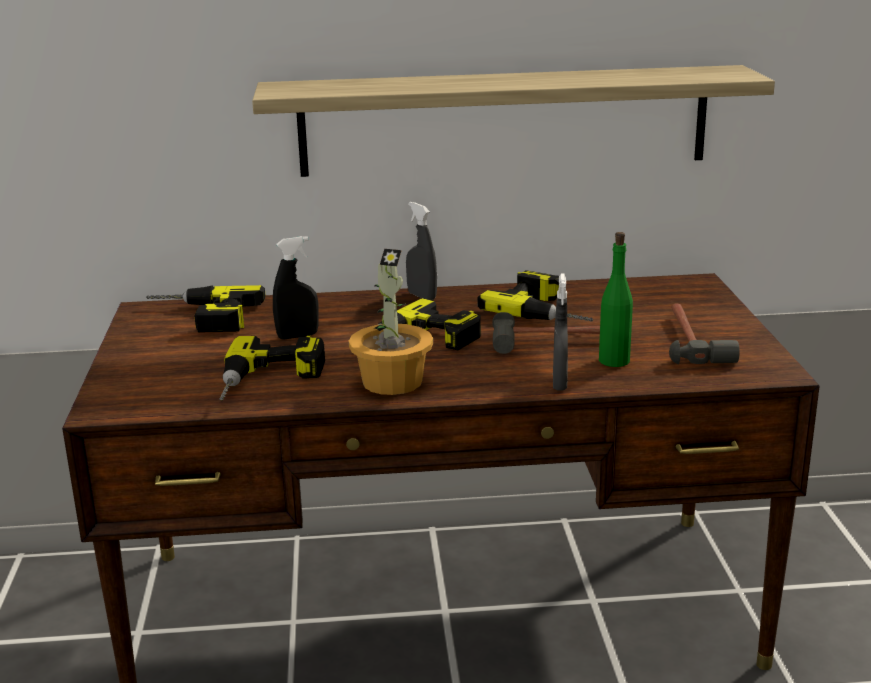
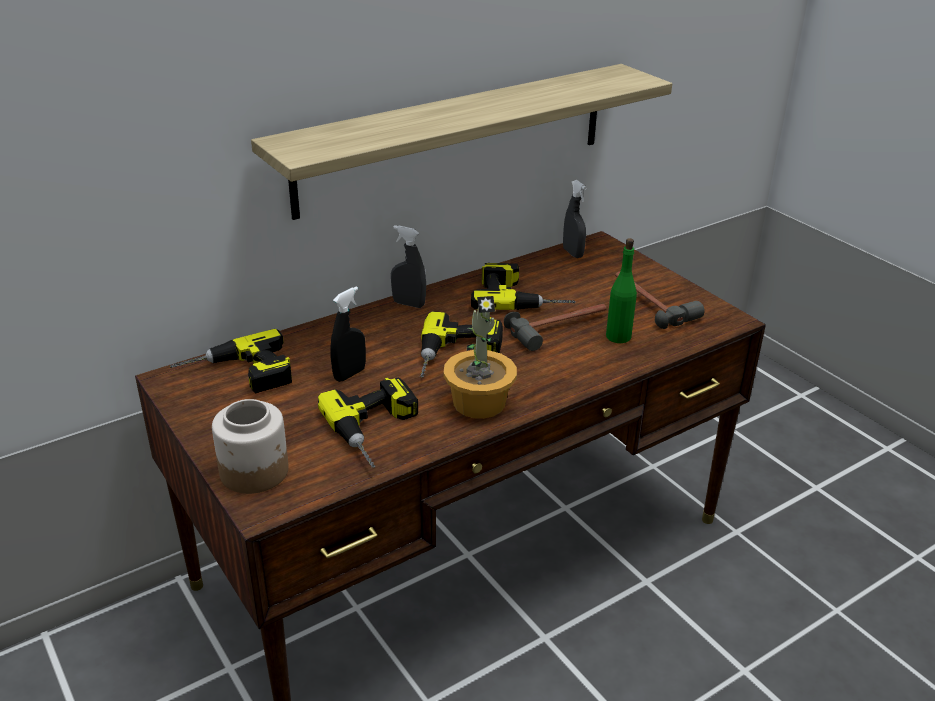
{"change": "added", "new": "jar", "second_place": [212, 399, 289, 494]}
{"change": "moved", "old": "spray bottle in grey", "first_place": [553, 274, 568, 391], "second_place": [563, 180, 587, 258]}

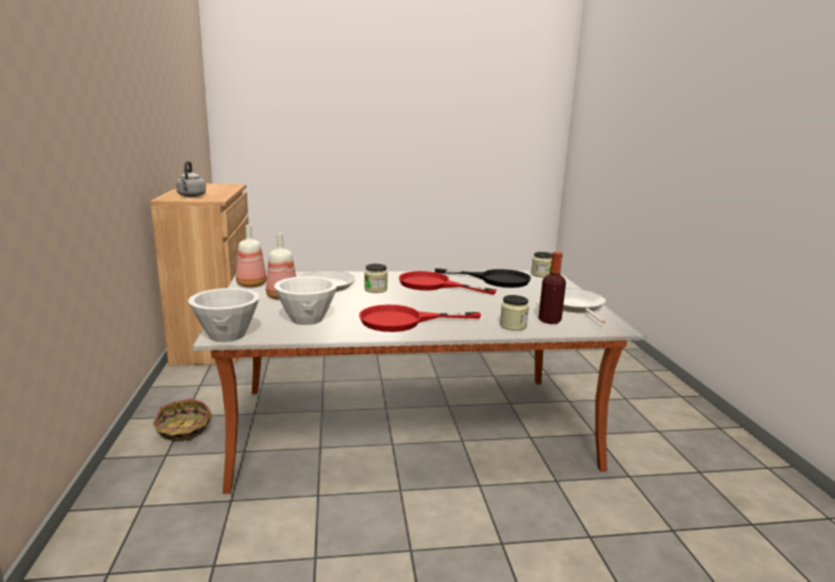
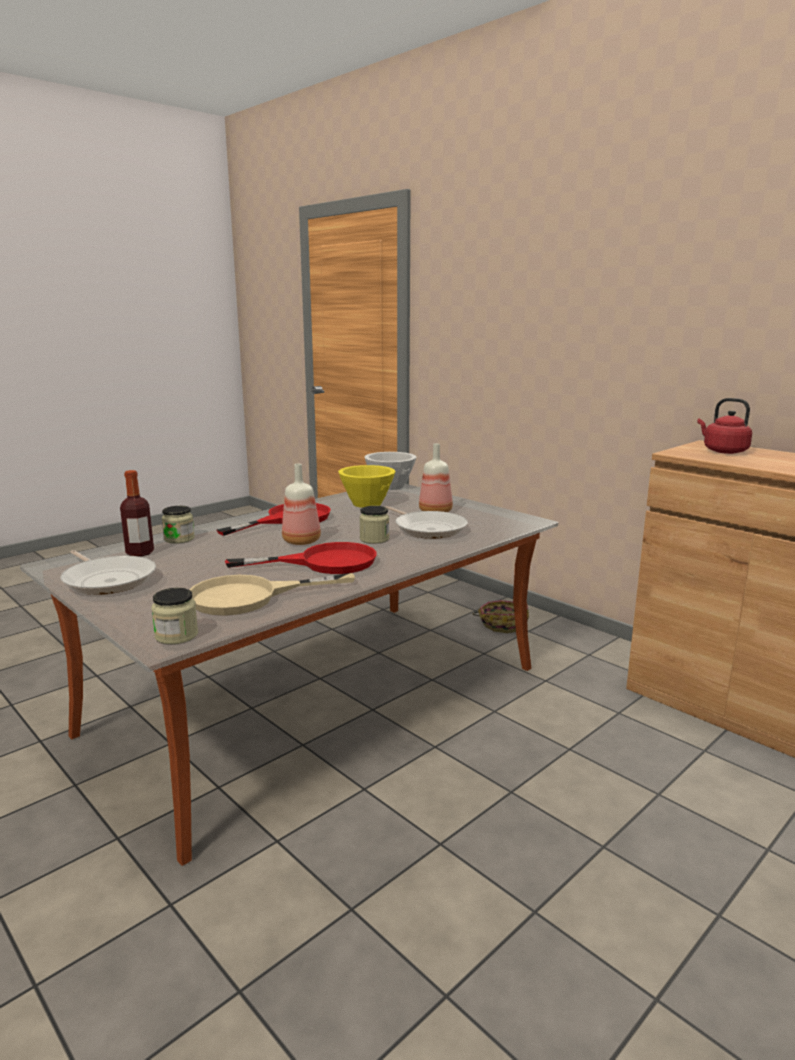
{"change": "moved", "old": "bottle", "first_place": [236, 225, 267, 287], "second_place": [282, 464, 321, 545]}
{"change": "recoloured", "old": "kettle in grey", "new": "kettle in red", "first_place": [176, 161, 206, 197], "second_place": [698, 398, 752, 454]}
{"change": "recoloured", "old": "bowl in white", "new": "bowl in yellow", "first_place": [274, 276, 338, 325], "second_place": [338, 465, 396, 508]}
{"change": "recoloured", "old": "frying pan in black", "new": "frying pan in beige", "first_place": [435, 268, 531, 288], "second_place": [189, 573, 355, 616]}

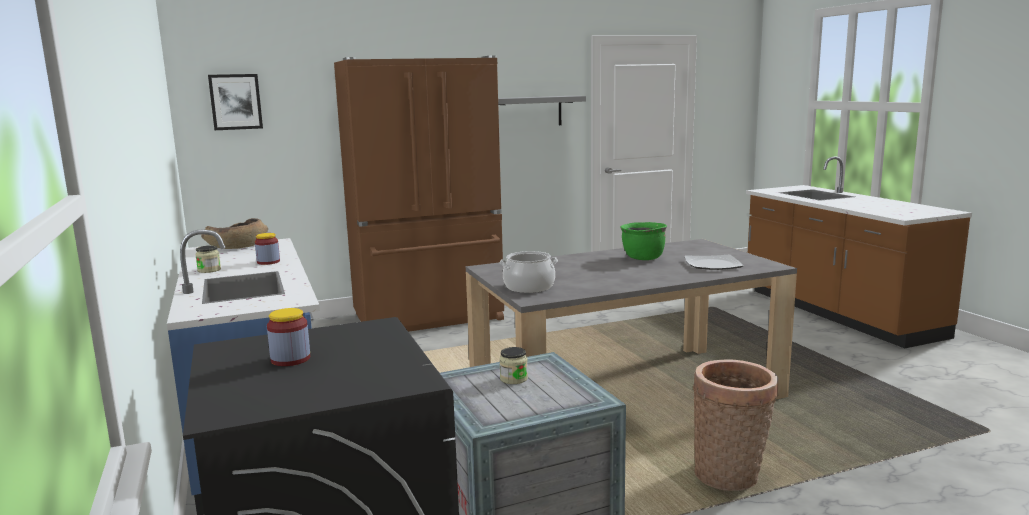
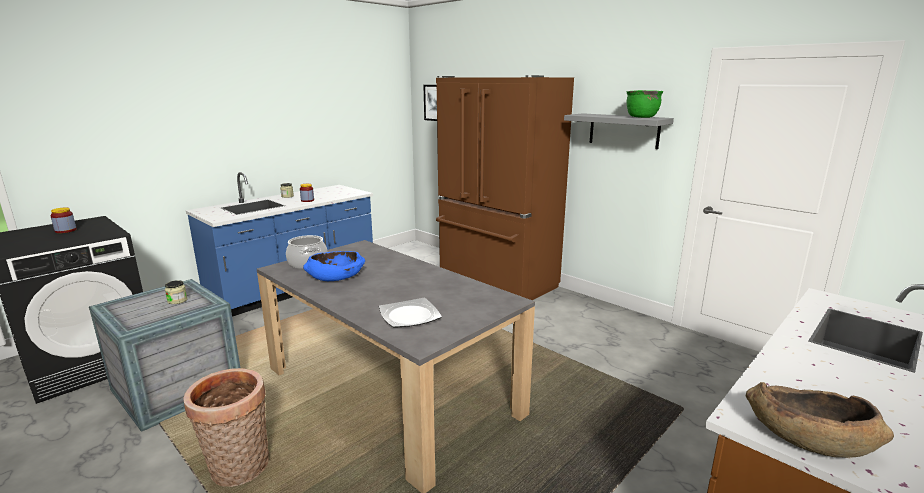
{"change": "added", "new": "bowl in blue", "second_place": [303, 251, 365, 281]}
{"change": "moved", "old": "bowl in brown", "first_place": [201, 218, 268, 249], "second_place": [746, 382, 894, 458]}
{"change": "moved", "old": "cooking pot in green", "first_place": [620, 222, 667, 260], "second_place": [626, 90, 663, 118]}

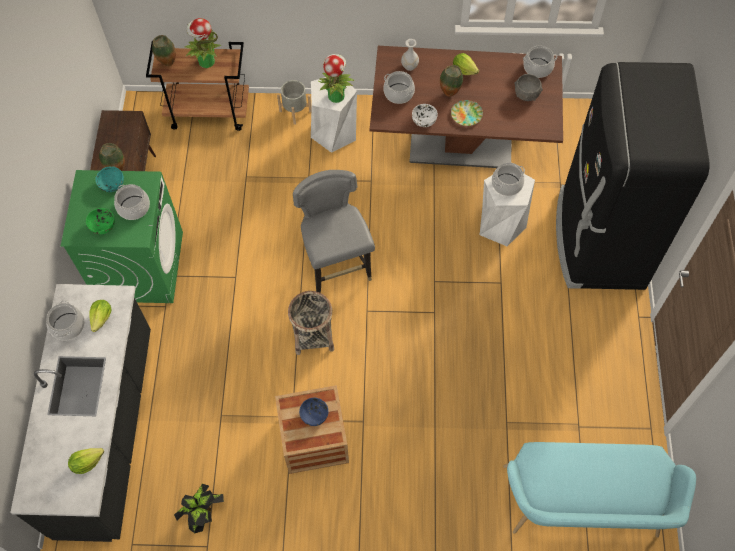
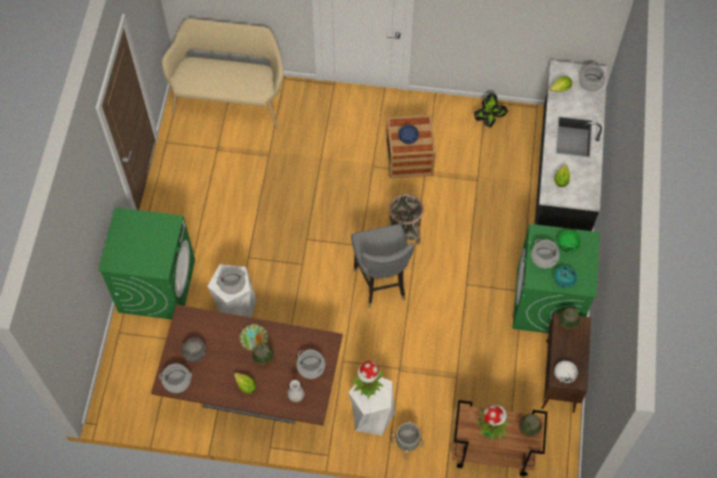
{"change": "moved", "old": "cooking pot", "first_place": [46, 300, 84, 340], "second_place": [579, 63, 605, 92]}
{"change": "moved", "old": "bowl in white", "first_place": [412, 104, 438, 127], "second_place": [554, 361, 578, 383]}
{"change": "replaced", "old": "fridge in black", "new": "washing machine in green", "first_place": [556, 62, 710, 290], "second_place": [98, 207, 195, 320]}
{"change": "recoloured", "old": "bench in turquoise", "new": "bench in beige", "first_place": [503, 442, 696, 538], "second_place": [162, 19, 284, 129]}

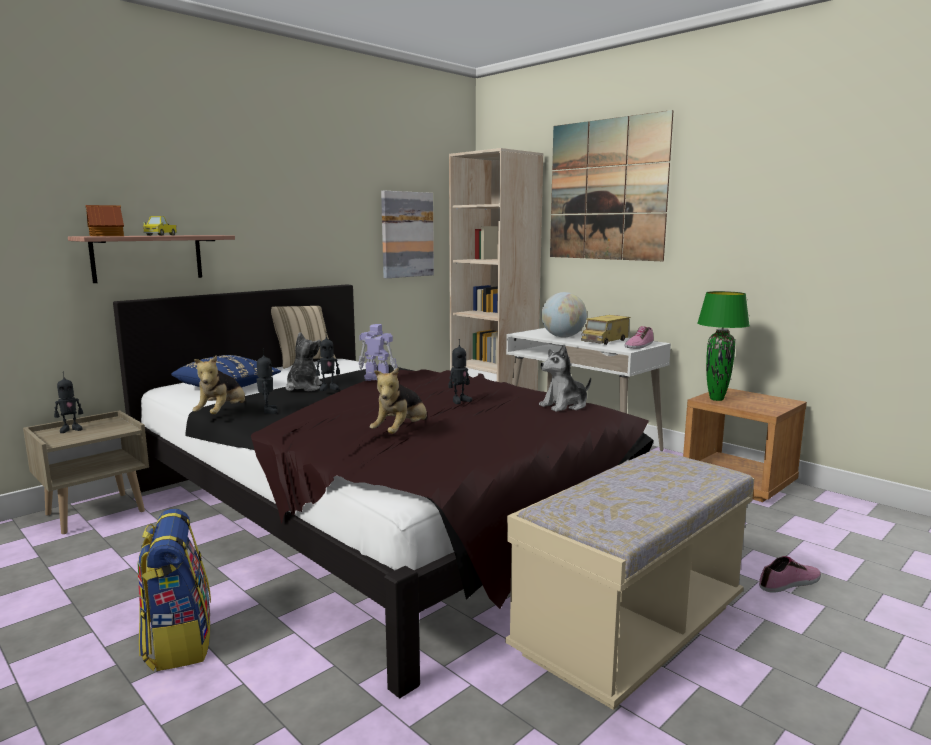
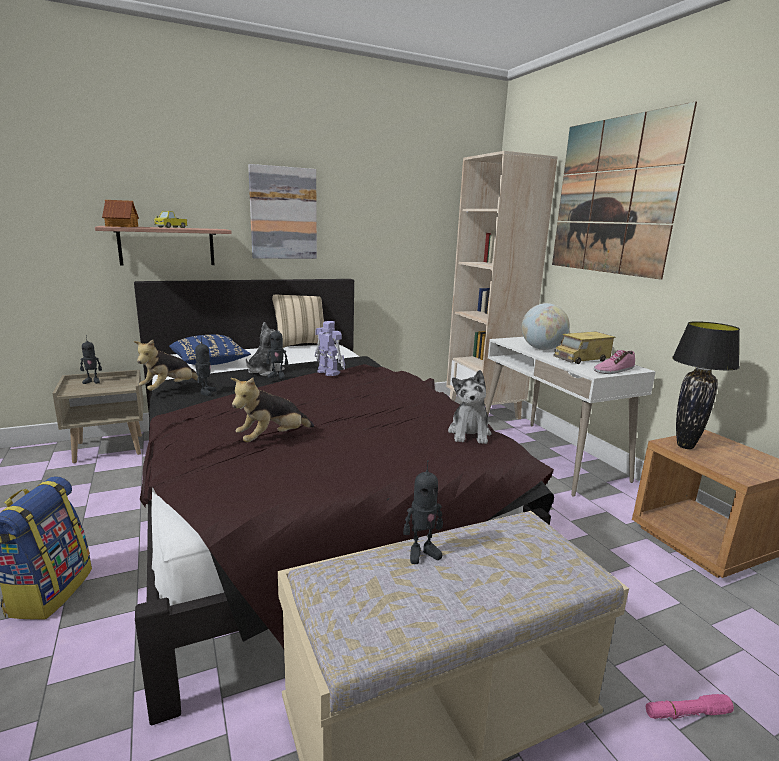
{"change": "moved", "old": "picture", "first_place": [381, 191, 434, 278], "second_place": [248, 164, 317, 259]}
{"change": "moved", "old": "toy robot", "first_place": [448, 339, 472, 404], "second_place": [403, 460, 443, 564]}
{"change": "replaced", "old": "shoe", "new": "flashlight in pink", "first_place": [759, 556, 821, 593], "second_place": [646, 694, 734, 719]}
{"change": "recoloured", "old": "table lamp in green", "new": "table lamp in black", "first_place": [697, 291, 750, 401], "second_place": [672, 321, 740, 449]}
{"change": "turned", "old": "plush toy", "first_place": [539, 345, 591, 412], "second_place": [448, 370, 491, 444], "degrees": -75}

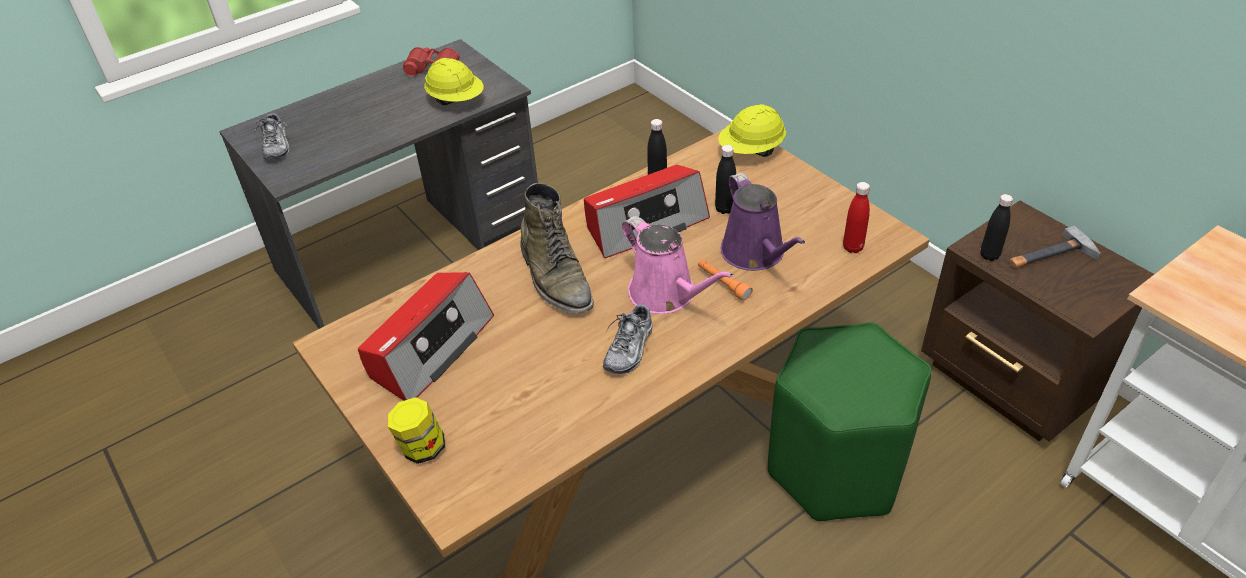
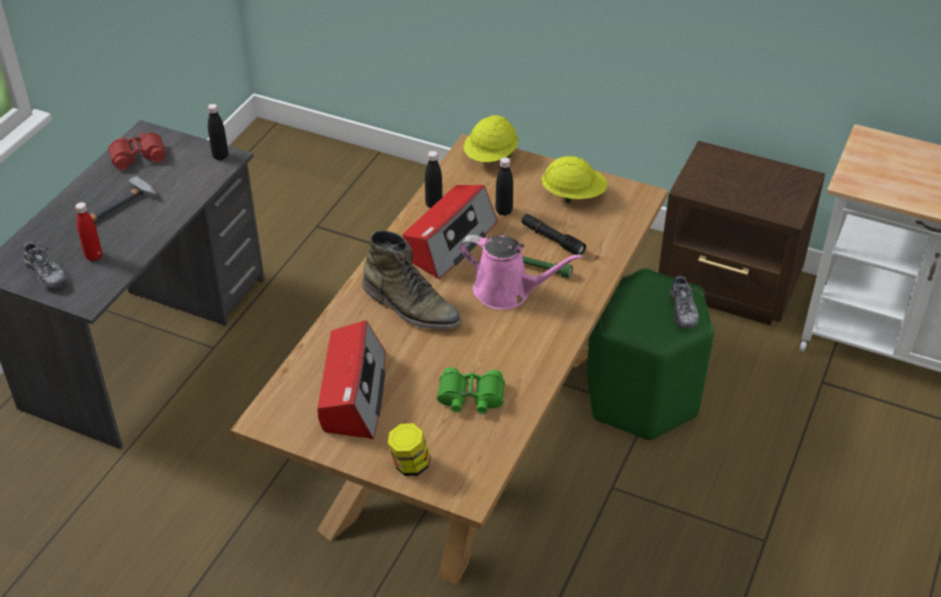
{"change": "added", "new": "binoculars in green", "second_place": [437, 367, 505, 414]}
{"change": "moved", "old": "hard hat in yellow", "first_place": [424, 58, 484, 105], "second_place": [542, 156, 608, 204]}
{"change": "moved", "old": "shoe", "first_place": [603, 304, 653, 374], "second_place": [668, 273, 703, 328]}
{"change": "moved", "old": "bottle in red", "first_place": [843, 182, 870, 253], "second_place": [75, 202, 102, 261]}
{"change": "moved", "old": "bottle in black", "first_place": [980, 194, 1013, 261], "second_place": [208, 104, 228, 160]}
{"change": "moved", "old": "hammer", "first_place": [1009, 226, 1101, 268], "second_place": [89, 176, 157, 221]}
{"change": "replaced", "old": "watering can in purple", "new": "flashlight in black", "first_place": [721, 173, 805, 271], "second_place": [521, 214, 586, 255]}
{"change": "recoloured", "old": "flashlight in orange", "new": "flashlight in green", "first_place": [698, 259, 753, 301], "second_place": [522, 256, 572, 278]}

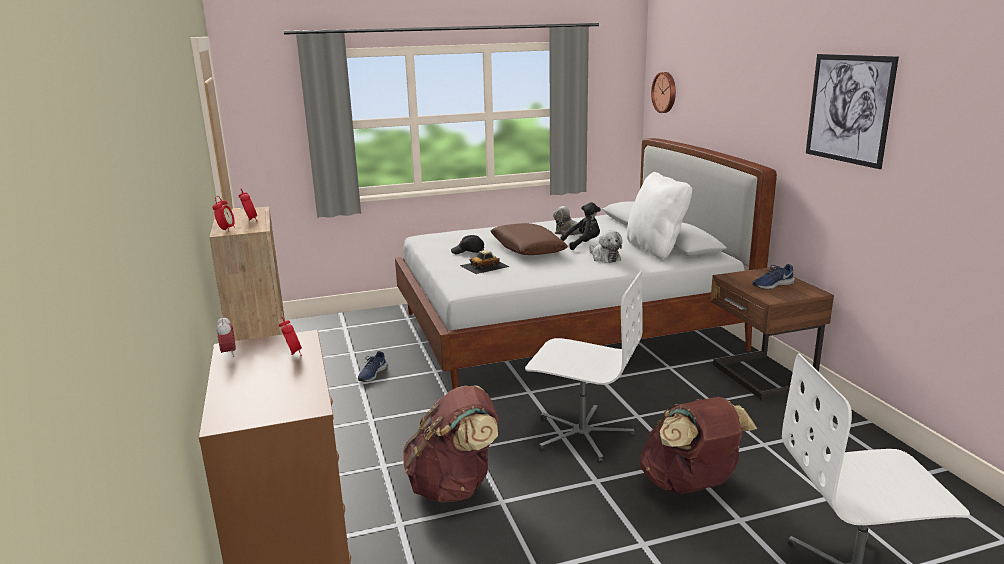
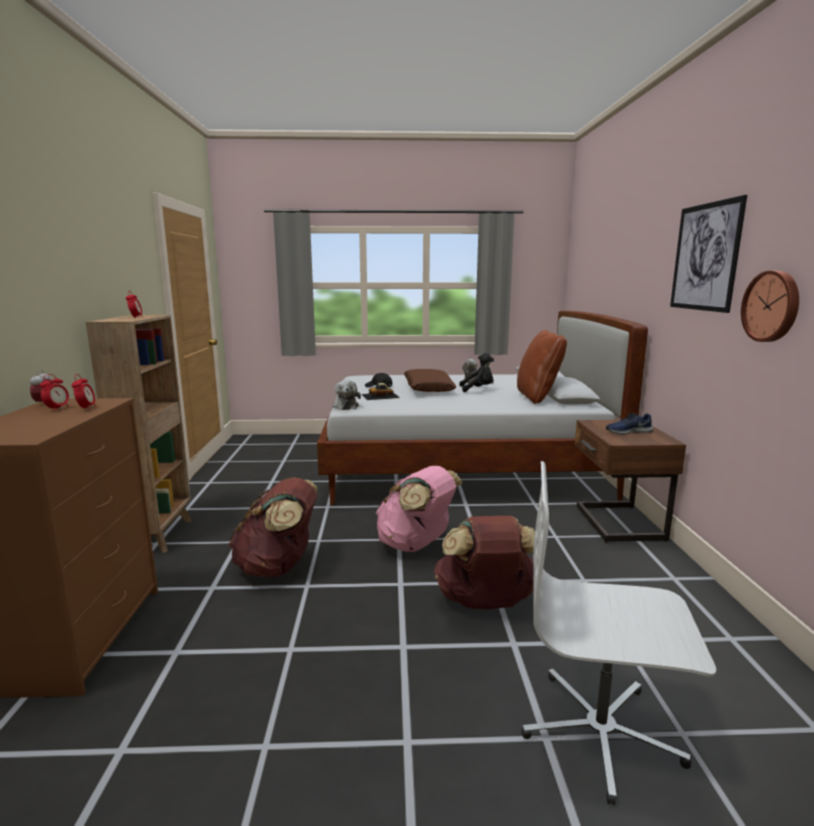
{"change": "removed", "old": "shoe in blue", "first_place": [358, 351, 387, 382]}
{"change": "moved", "old": "alarm clock", "first_place": [212, 196, 235, 232], "second_place": [40, 374, 69, 411]}
{"change": "moved", "old": "plush toy", "first_place": [589, 231, 623, 263], "second_place": [333, 380, 361, 410]}
{"change": "moved", "old": "wall clock", "first_place": [651, 72, 676, 113], "second_place": [741, 271, 799, 342]}
{"change": "replaced", "old": "office chair in white", "new": "backpack in pink", "first_place": [525, 270, 643, 463], "second_place": [376, 466, 462, 552]}
{"change": "recoloured", "old": "pillow in white", "new": "pillow in brown", "first_place": [627, 172, 692, 260], "second_place": [517, 330, 567, 404]}

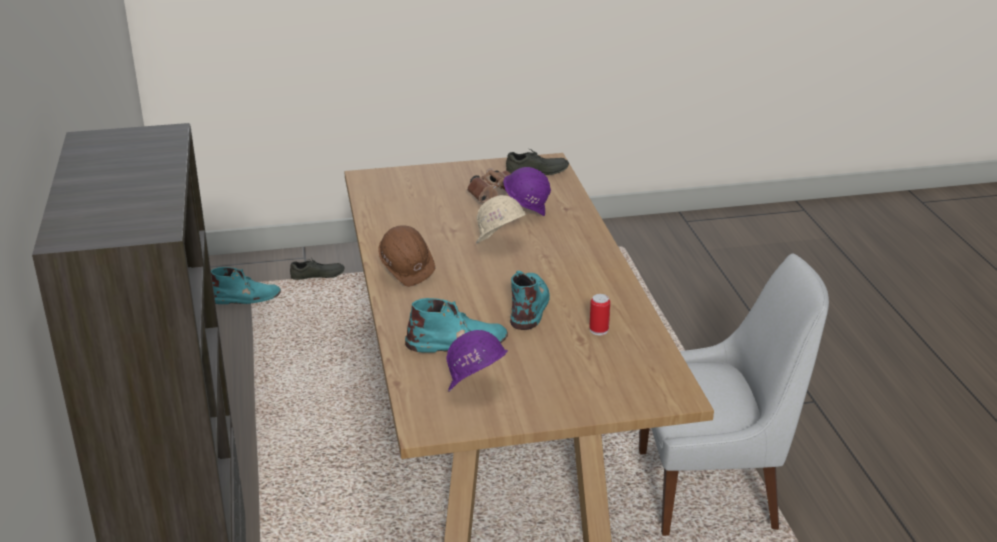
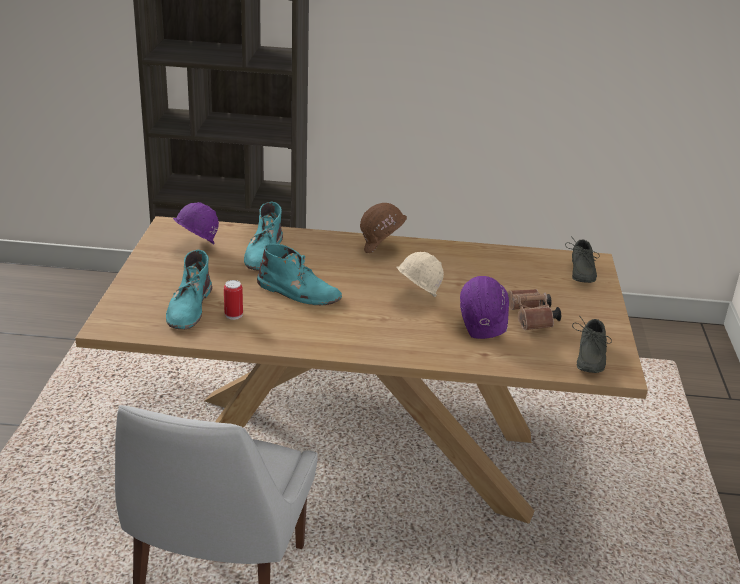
{"change": "moved", "old": "boot in turquoise", "first_place": [211, 267, 281, 304], "second_place": [166, 250, 212, 329]}
{"change": "moved", "old": "shoe in grey", "first_place": [290, 258, 345, 280], "second_place": [565, 236, 600, 283]}

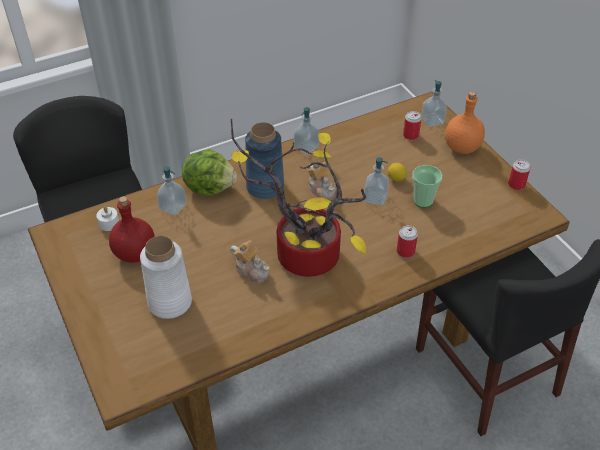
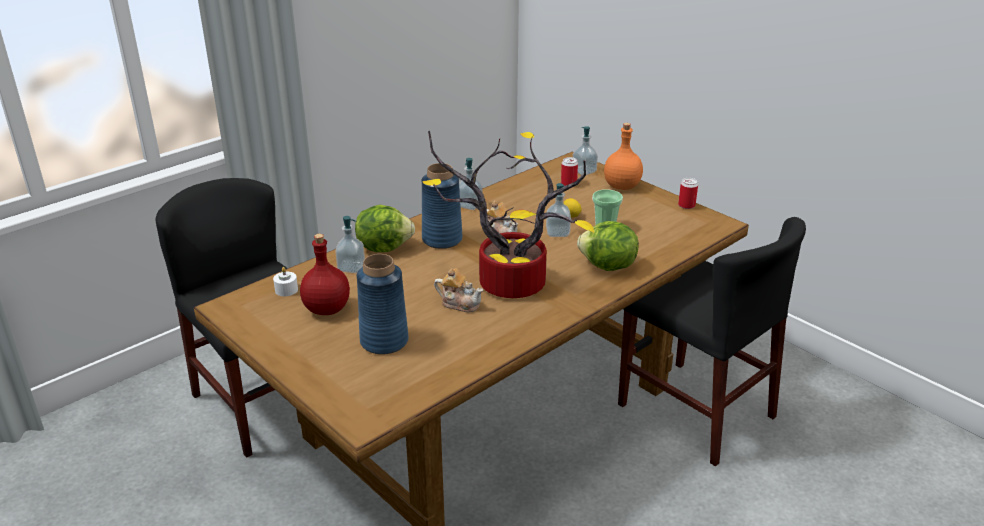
{"change": "replaced", "old": "can", "new": "lettuce", "first_place": [397, 225, 418, 258], "second_place": [577, 221, 639, 271]}
{"change": "recoloured", "old": "vase in white", "new": "vase in blue", "first_place": [140, 236, 192, 319], "second_place": [357, 254, 409, 355]}

